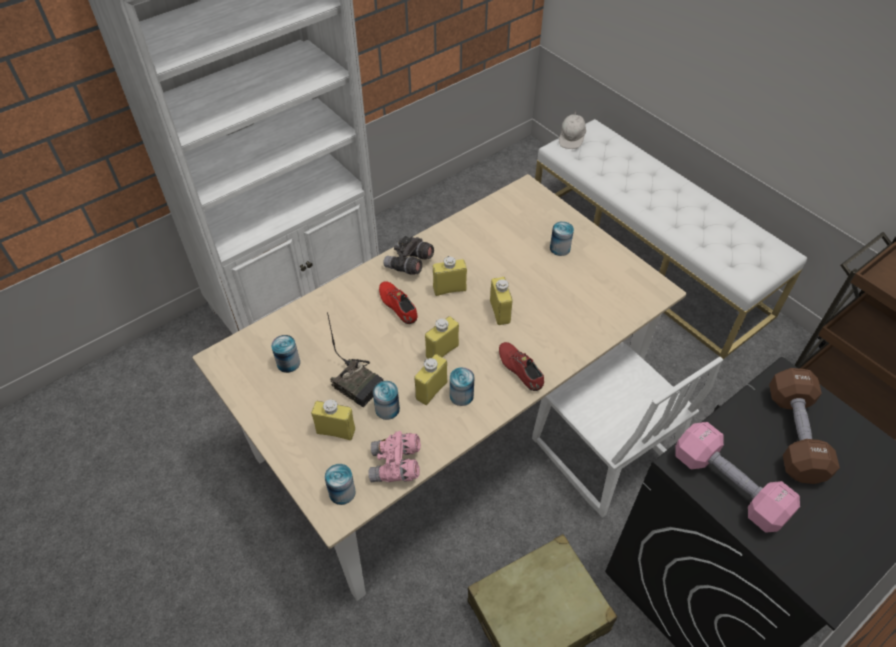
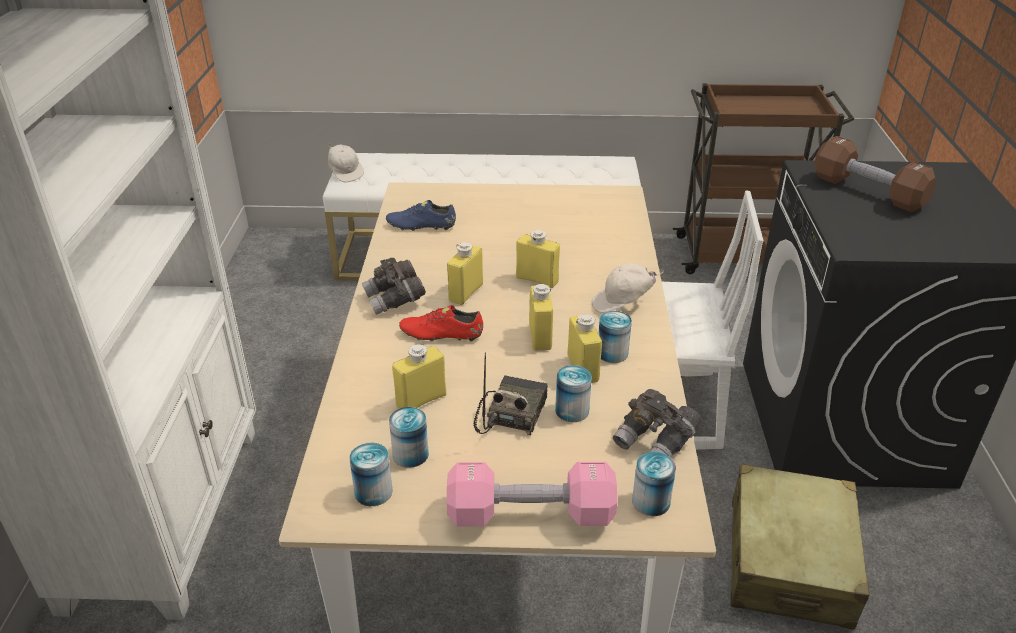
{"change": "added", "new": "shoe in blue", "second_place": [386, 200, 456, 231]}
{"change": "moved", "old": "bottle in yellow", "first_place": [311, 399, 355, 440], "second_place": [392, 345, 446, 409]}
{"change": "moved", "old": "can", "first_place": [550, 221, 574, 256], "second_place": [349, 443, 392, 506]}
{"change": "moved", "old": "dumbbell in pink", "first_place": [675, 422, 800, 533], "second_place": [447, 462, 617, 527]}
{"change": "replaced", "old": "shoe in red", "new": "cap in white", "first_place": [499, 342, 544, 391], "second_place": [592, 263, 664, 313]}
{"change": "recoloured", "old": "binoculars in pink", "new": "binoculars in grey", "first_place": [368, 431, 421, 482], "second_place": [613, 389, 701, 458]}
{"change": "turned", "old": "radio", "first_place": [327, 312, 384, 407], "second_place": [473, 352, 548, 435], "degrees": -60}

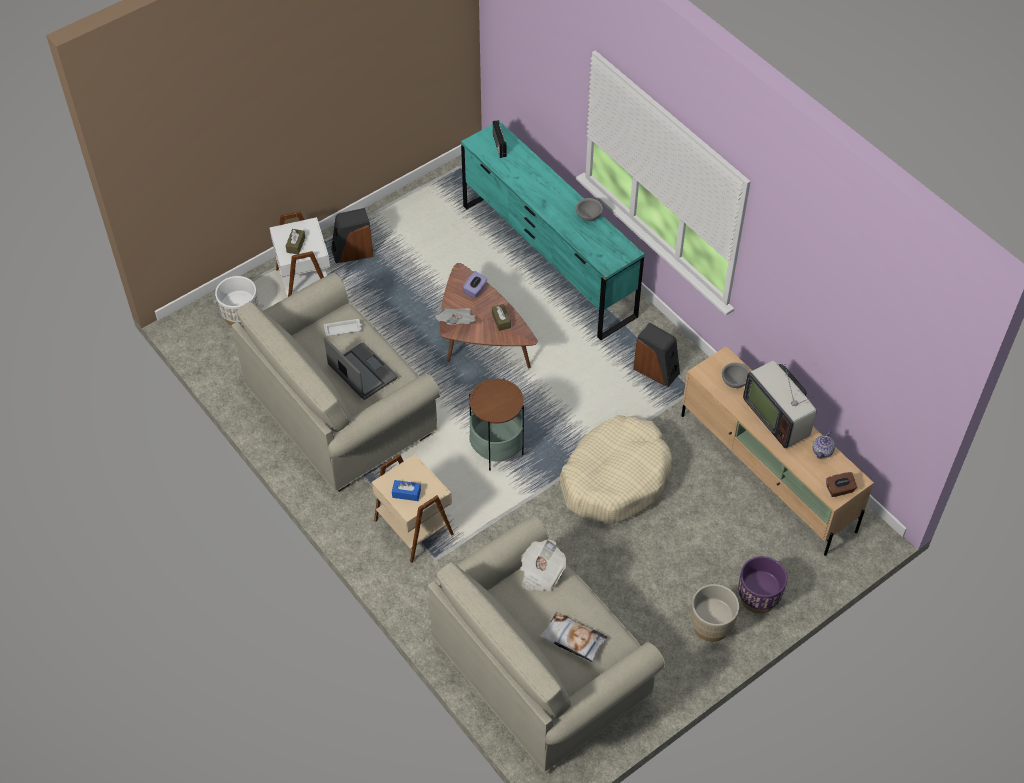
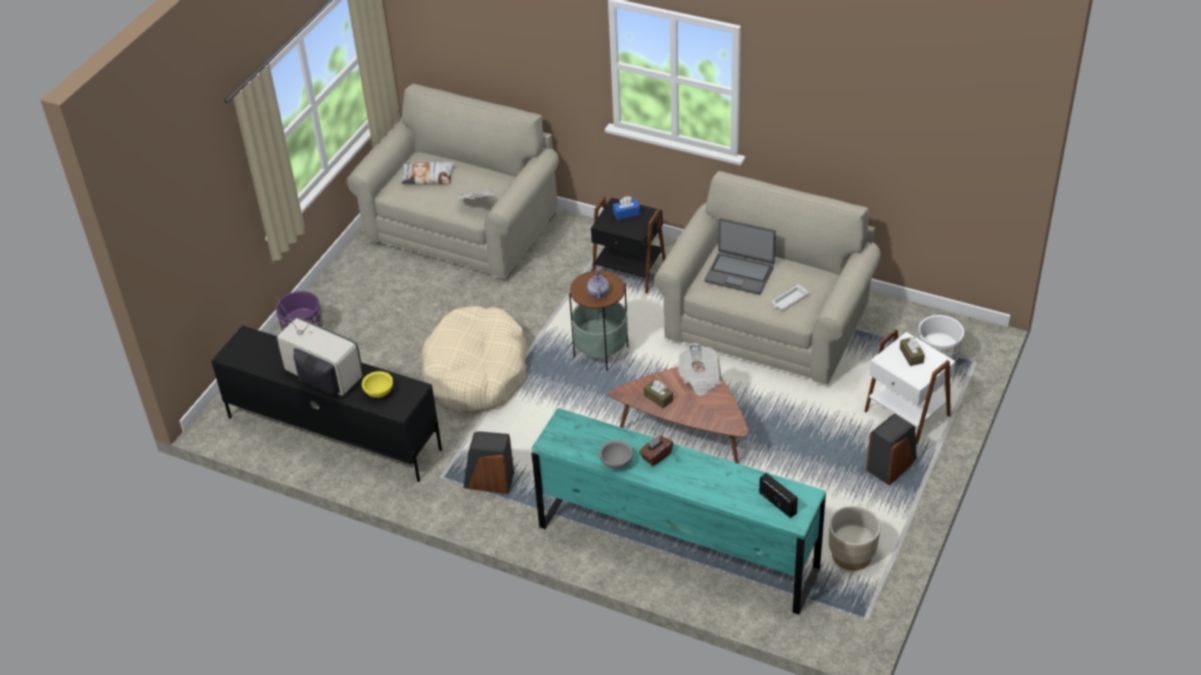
{"change": "removed", "old": "tissue box in purple", "first_place": [463, 271, 488, 298]}
{"change": "moved", "old": "planter in beige", "first_place": [691, 584, 739, 642], "second_place": [829, 506, 880, 571]}
{"change": "moved", "old": "teapot", "first_place": [812, 430, 835, 459], "second_place": [587, 269, 609, 300]}
{"change": "moved", "old": "tissue box in brown", "first_place": [826, 472, 857, 497], "second_place": [639, 435, 673, 466]}
{"change": "recoloured", "old": "side table in beige", "new": "side table in black", "first_place": [371, 454, 454, 563], "second_place": [591, 196, 666, 293]}
{"change": "recoloured", "old": "tv stand in beige", "new": "tv stand in black", "first_place": [681, 346, 874, 556], "second_place": [211, 325, 442, 482]}
{"change": "recoloured", "old": "bowl in grey", "new": "bowl in yellow", "first_place": [722, 363, 750, 388], "second_place": [362, 371, 393, 398]}

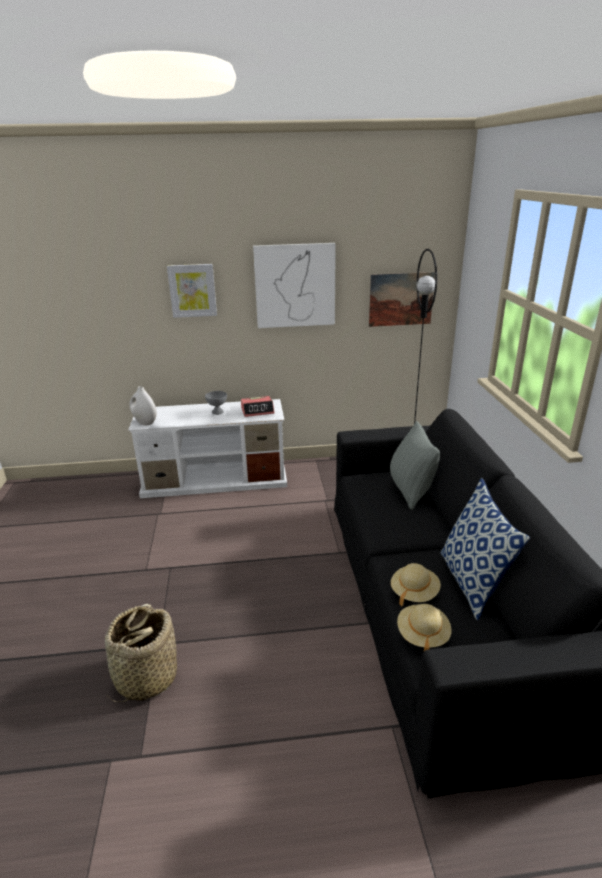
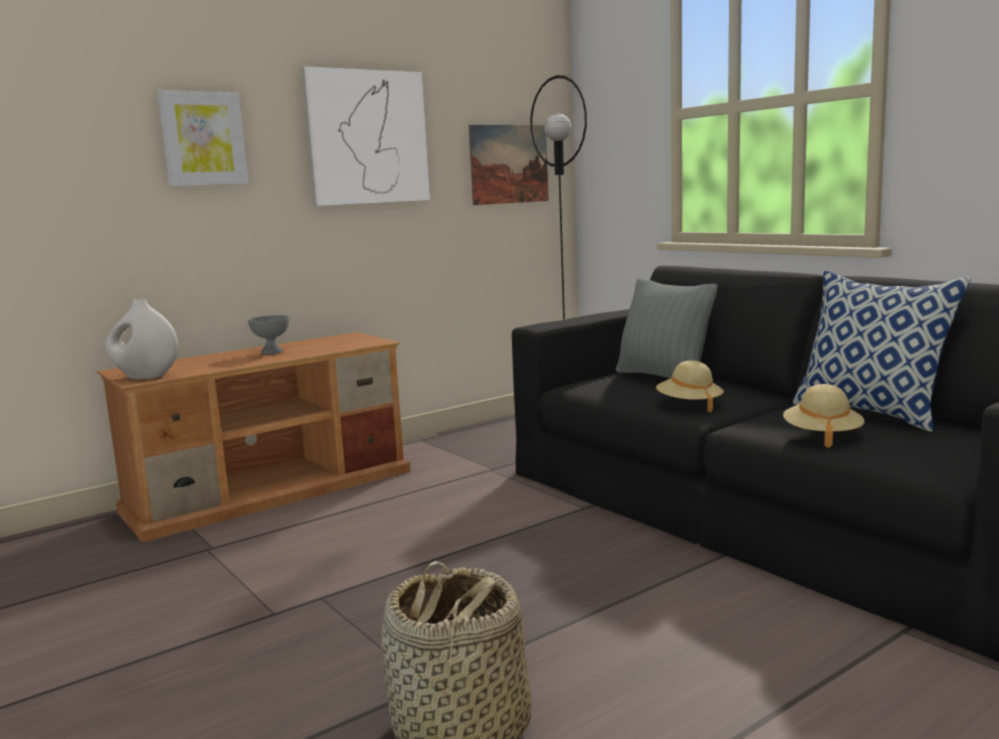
{"change": "removed", "old": "alarm clock", "first_place": [241, 396, 274, 417]}
{"change": "moved", "old": "hat in beige", "first_place": [397, 604, 451, 651], "second_place": [656, 360, 724, 412]}
{"change": "recoloured", "old": "tv stand in white", "new": "tv stand in brown", "first_place": [128, 399, 287, 498], "second_place": [97, 332, 411, 543]}

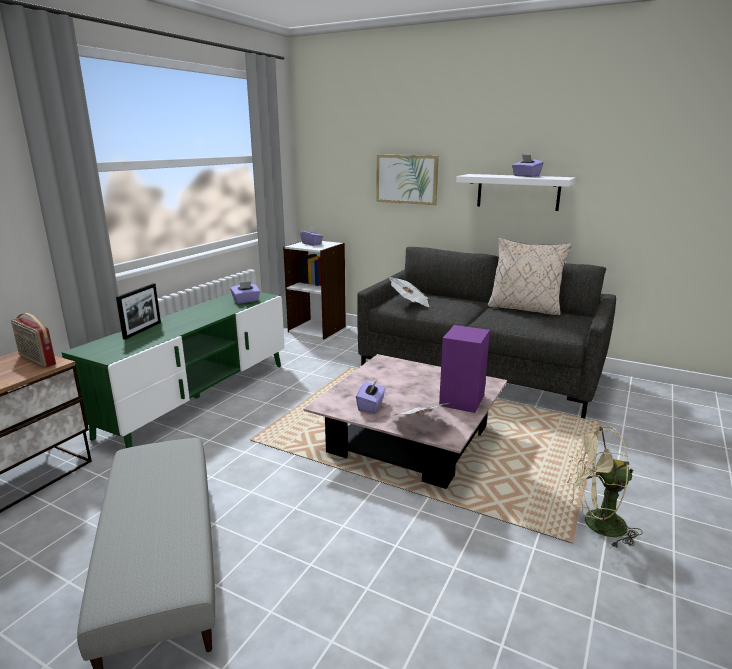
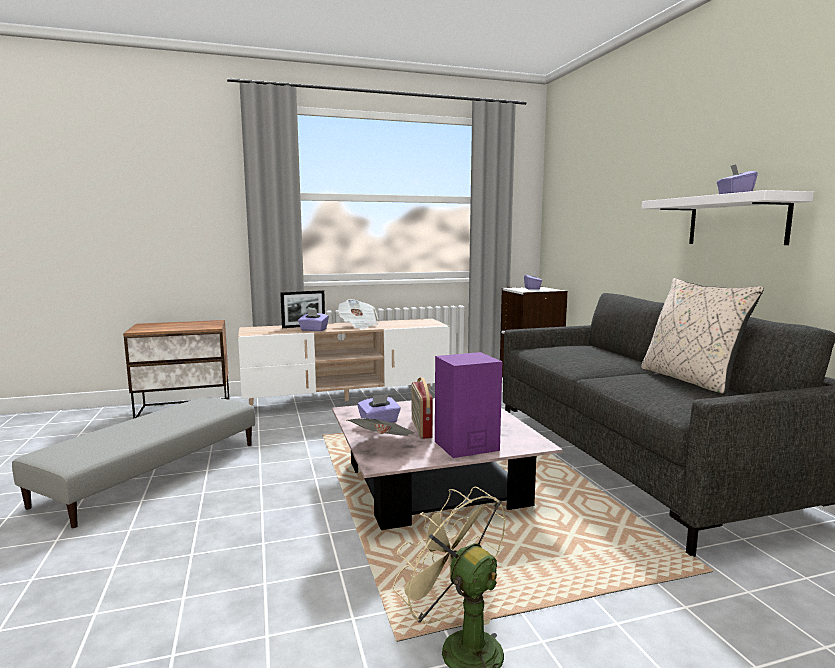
{"change": "removed", "old": "picture", "first_place": [376, 155, 439, 205]}
{"change": "moved", "old": "radio", "first_place": [11, 313, 56, 368], "second_place": [411, 377, 433, 439]}
{"change": "moved", "old": "tissue box in purple", "first_place": [230, 282, 260, 304], "second_place": [298, 309, 329, 331]}
{"change": "moved", "old": "newspaper", "first_place": [389, 277, 429, 307], "second_place": [338, 299, 378, 329]}
{"change": "recoloured", "old": "tv stand in green", "new": "tv stand in beige", "first_place": [62, 292, 285, 448], "second_place": [238, 319, 450, 406]}

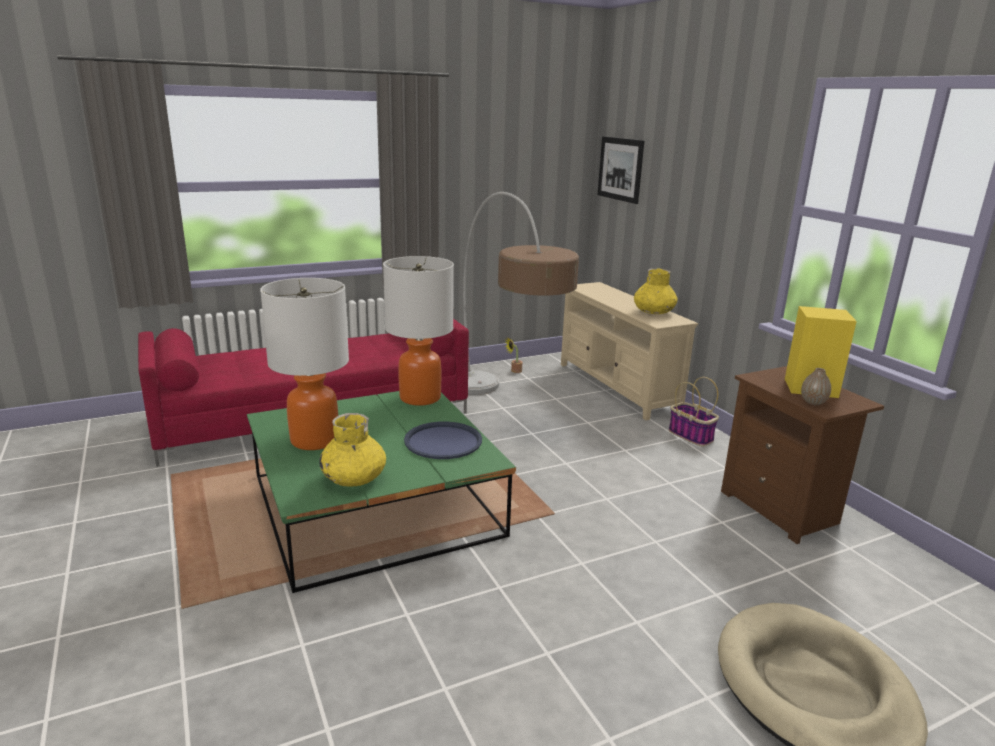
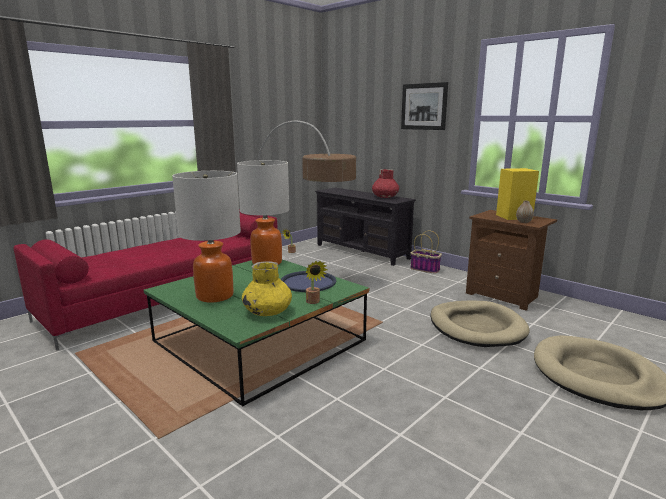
{"change": "added", "new": "potted plant", "second_place": [305, 261, 328, 304]}
{"change": "added", "new": "dog bed in beige", "second_place": [430, 301, 530, 347]}
{"change": "moved", "old": "picture", "first_place": [598, 136, 644, 204], "second_place": [401, 82, 448, 130]}
{"change": "recoloured", "old": "tv stand in beige", "new": "tv stand in black", "first_place": [561, 282, 698, 420], "second_place": [315, 188, 416, 266]}
{"change": "recoloured", "old": "vase in yellow", "new": "vase in red", "first_place": [634, 268, 678, 314], "second_place": [372, 169, 399, 198]}

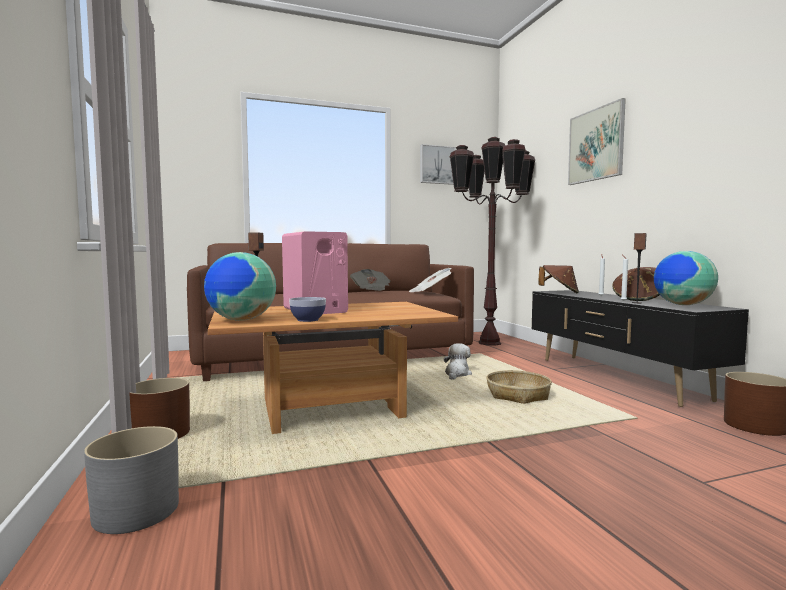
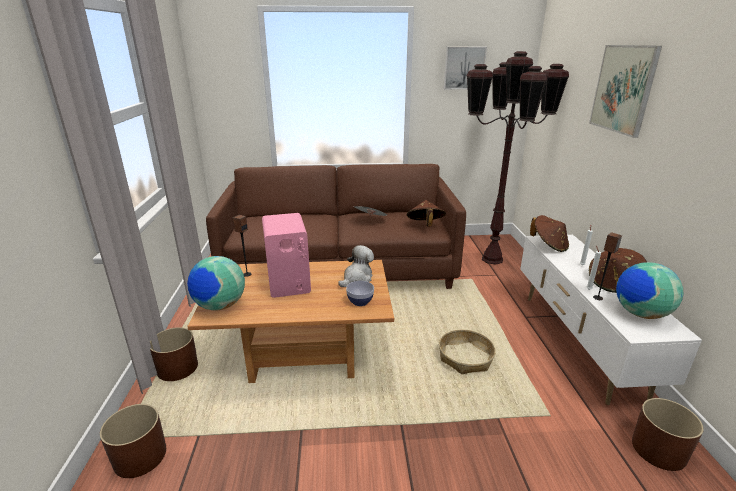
{"change": "moved", "old": "bowl", "first_place": [289, 297, 326, 322], "second_place": [346, 281, 374, 306]}
{"change": "moved", "old": "plush toy", "first_place": [444, 343, 472, 380], "second_place": [338, 245, 374, 287]}
{"change": "replaced", "old": "newspaper", "new": "hat in brown", "first_place": [409, 268, 452, 292], "second_place": [407, 200, 446, 227]}
{"change": "recoloured", "old": "planter in grey", "new": "planter in brown", "first_place": [84, 426, 179, 534], "second_place": [100, 404, 166, 478]}
{"change": "recoloured", "old": "tv stand in black", "new": "tv stand in white", "first_place": [532, 290, 749, 407], "second_place": [520, 235, 702, 405]}

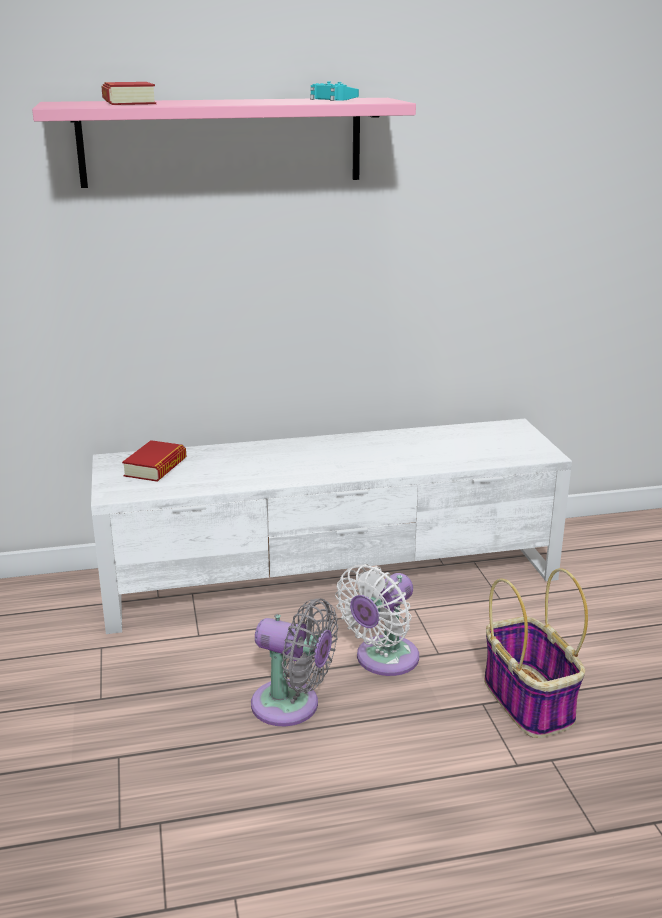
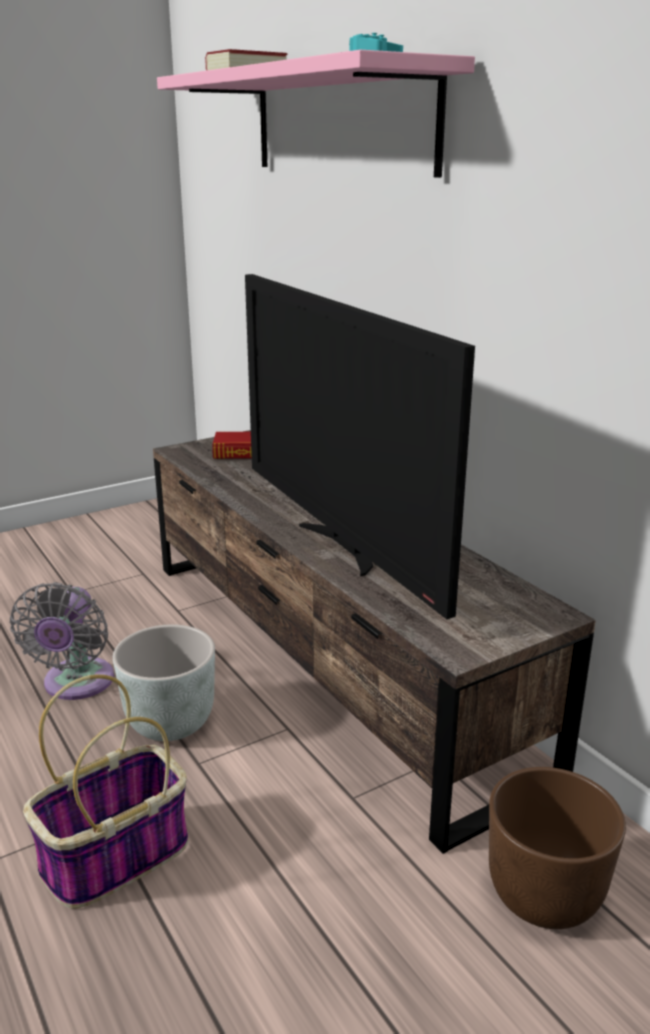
{"change": "added", "new": "television", "second_place": [245, 274, 475, 619]}
{"change": "added", "new": "planter in brown", "second_place": [489, 767, 626, 929]}
{"change": "replaced", "old": "fan in white", "new": "planter in grey", "first_place": [335, 564, 419, 676], "second_place": [113, 624, 215, 741]}
{"change": "recoloured", "old": "tv stand in white", "new": "tv stand in brown", "first_place": [91, 419, 572, 634], "second_place": [153, 430, 596, 854]}

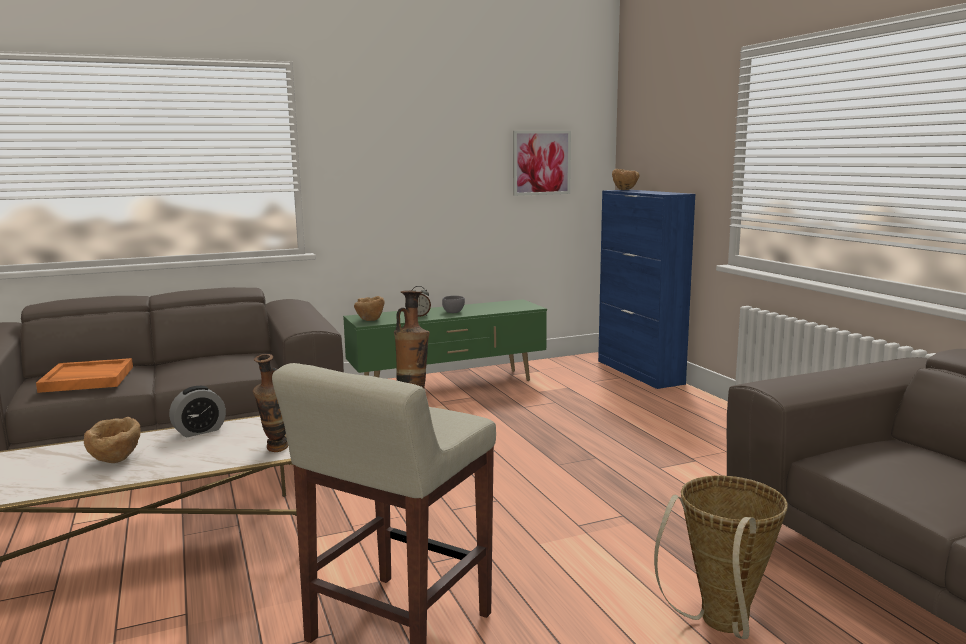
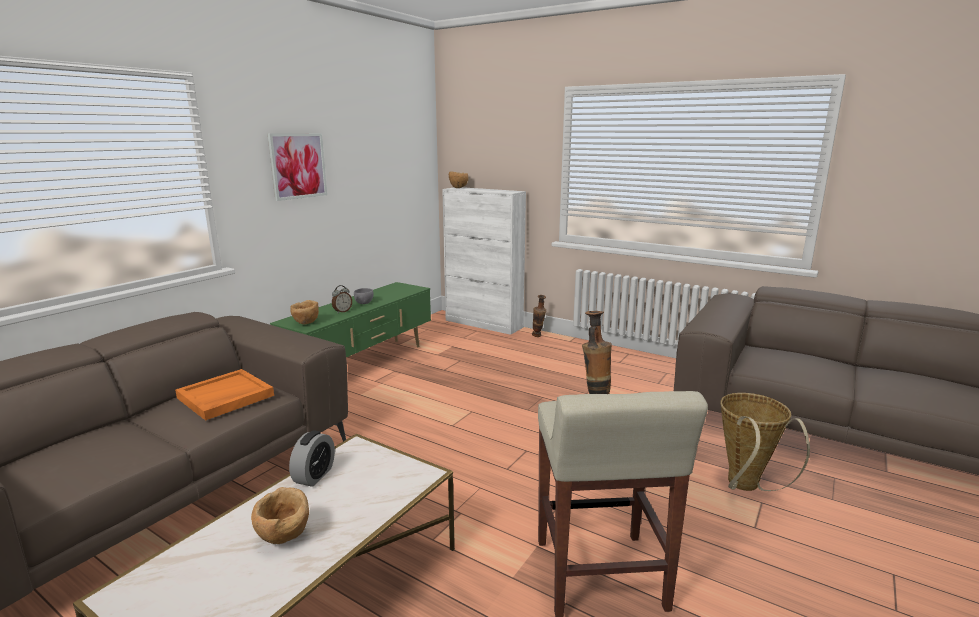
{"change": "moved", "old": "tray in orange", "first_place": [36, 358, 133, 393], "second_place": [175, 369, 274, 421]}
{"change": "moved", "old": "vase", "first_place": [253, 354, 288, 452], "second_place": [532, 295, 546, 337]}
{"change": "moved", "old": "picture", "first_place": [513, 131, 571, 196], "second_place": [268, 133, 327, 201]}
{"change": "recoloured", "old": "cabinet in blue", "new": "cabinet in white", "first_place": [598, 190, 695, 389], "second_place": [442, 187, 526, 335]}

